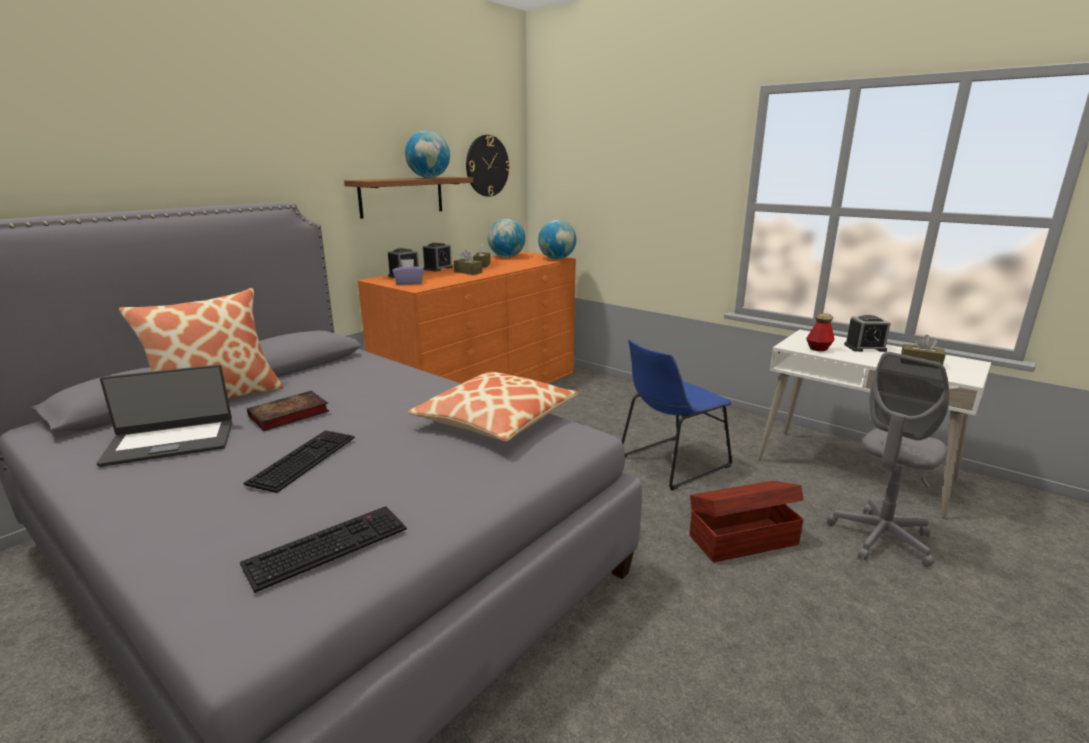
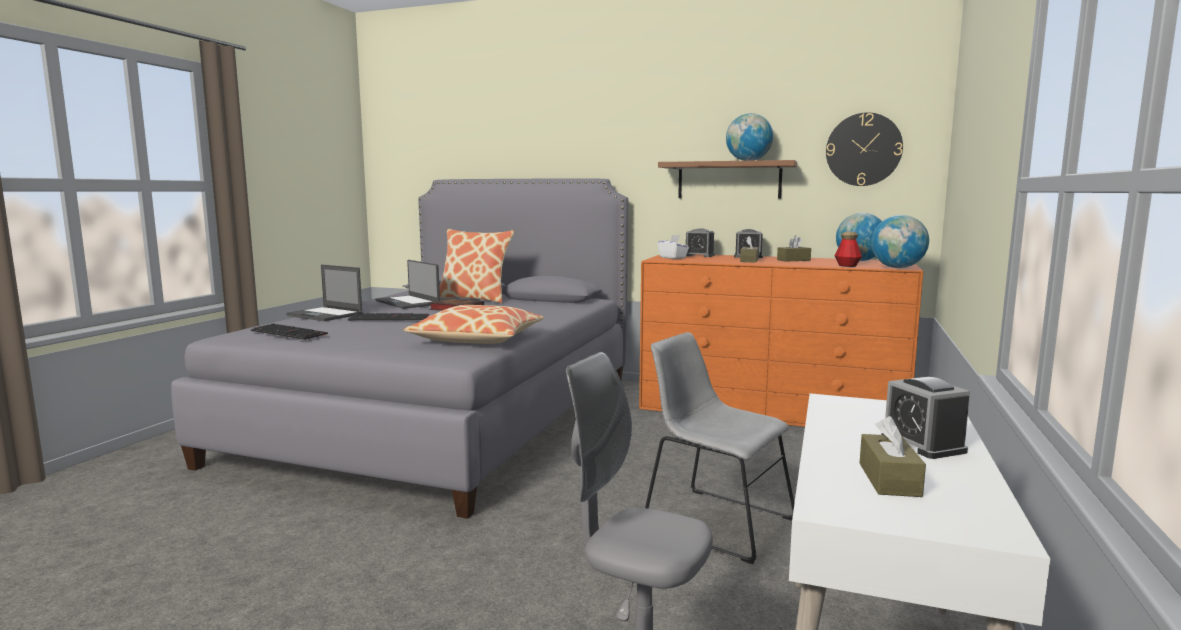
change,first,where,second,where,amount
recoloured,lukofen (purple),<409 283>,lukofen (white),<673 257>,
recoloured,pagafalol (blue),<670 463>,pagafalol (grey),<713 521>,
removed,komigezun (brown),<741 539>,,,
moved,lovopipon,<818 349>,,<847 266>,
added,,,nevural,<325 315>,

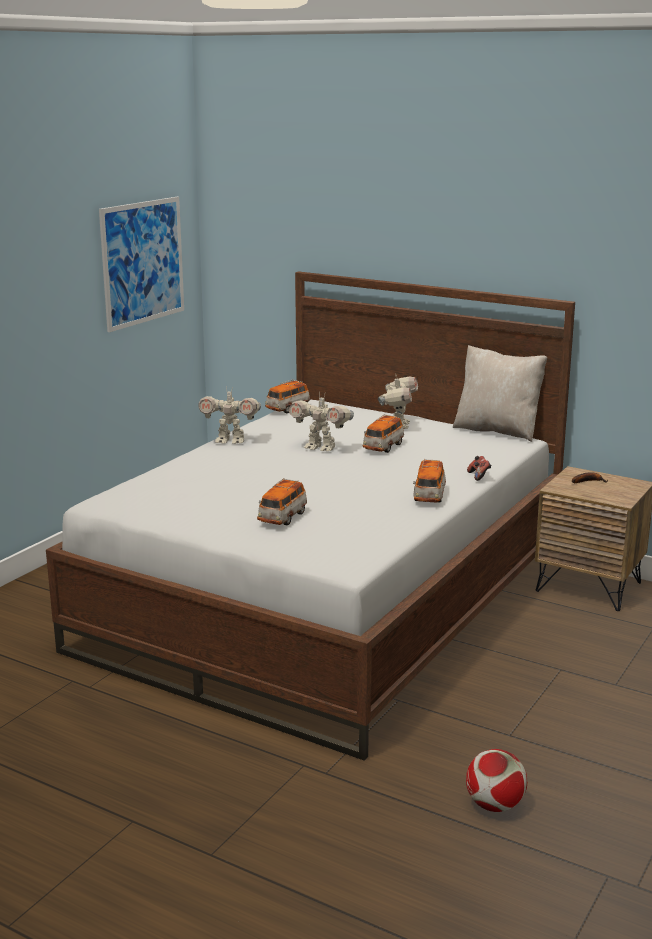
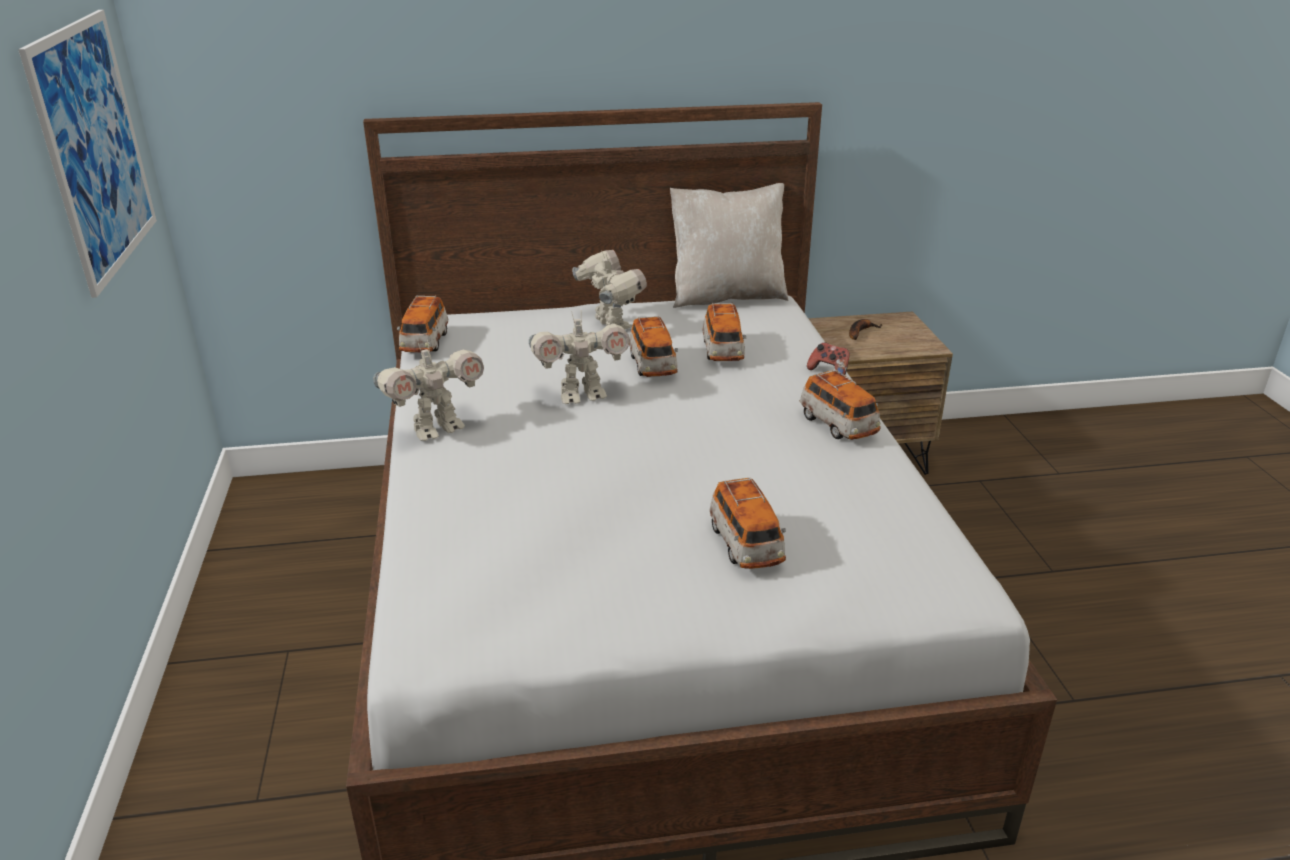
change,first,where,second,where,amount
removed,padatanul,<494 805>,,,
added,,,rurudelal,<722 351>,

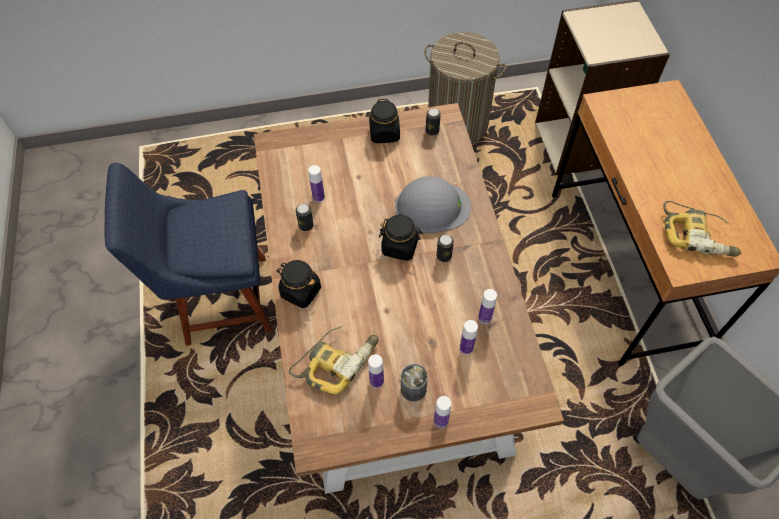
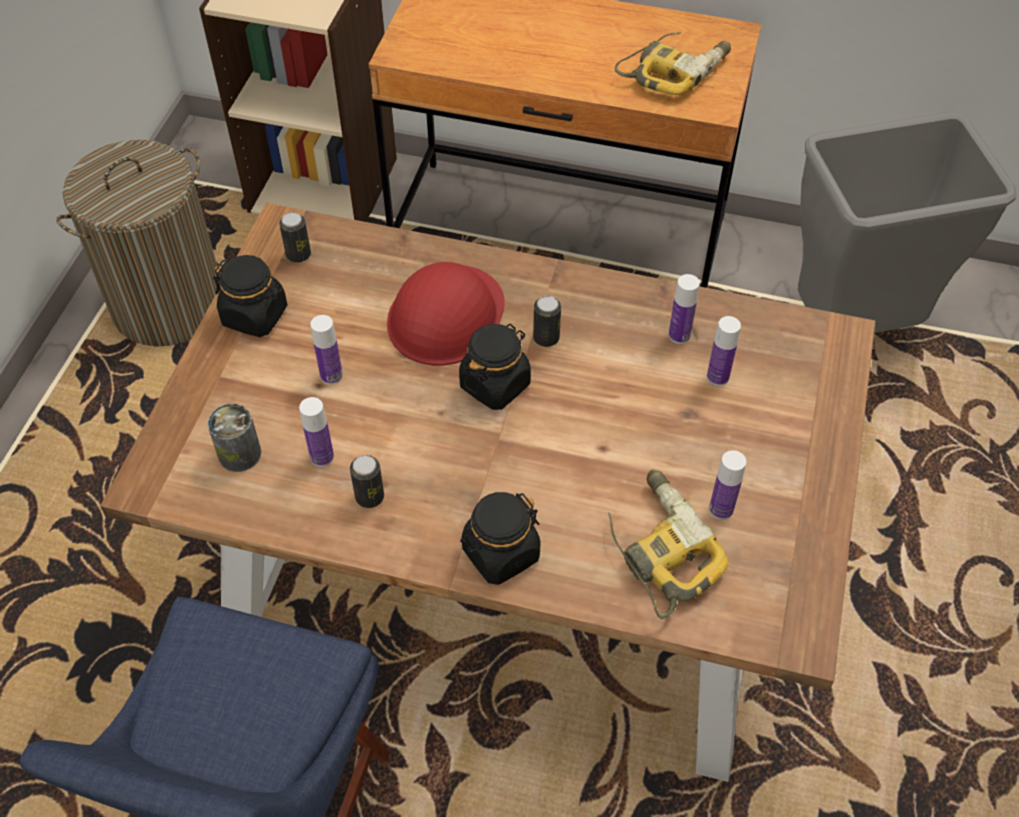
change,first,where,second,where,amount
recoloured,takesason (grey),<432 206>,takesason (red),<445 315>,
moved,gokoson,<413 389>,,<240 454>,
moved,lovopipon,<441 421>,,<331 375>,

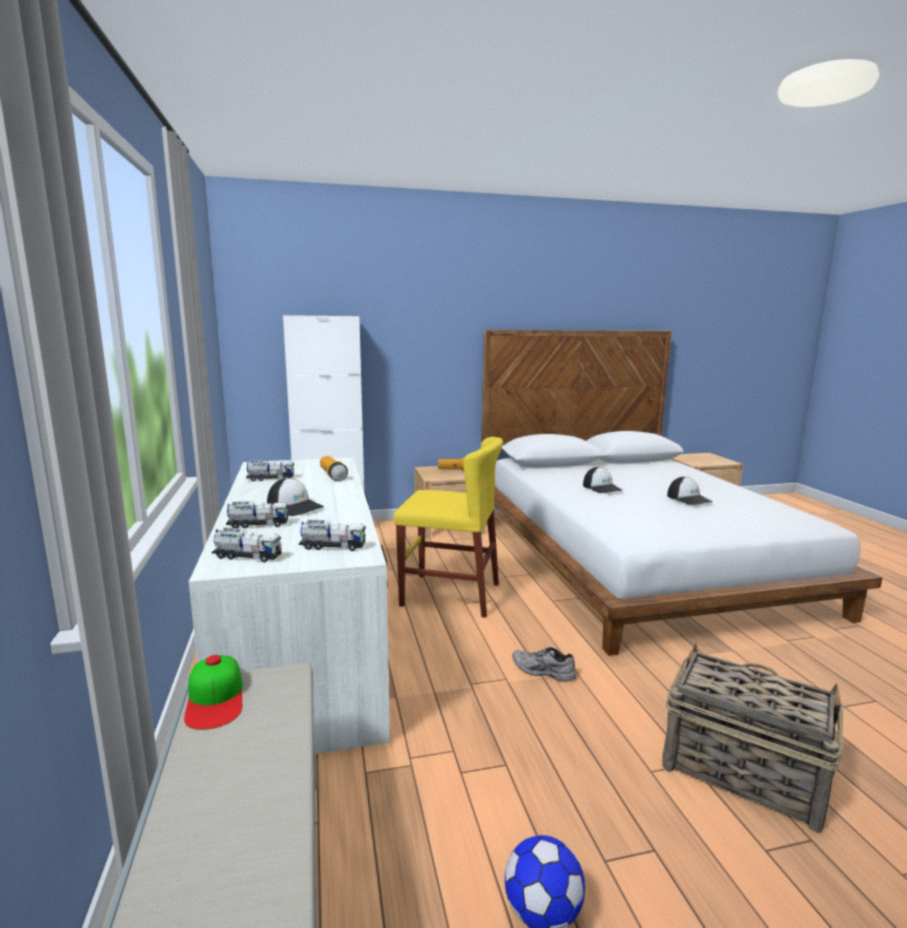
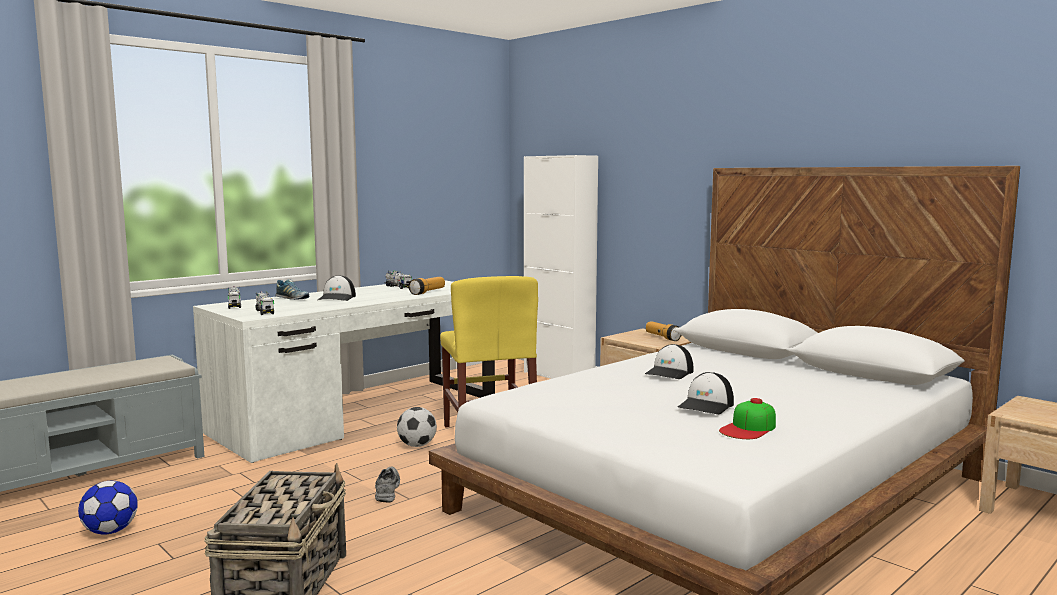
change,first,where,second,where,amount
moved,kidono,<215 698>,,<748 428>,
replaced,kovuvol,<258 525>,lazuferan,<292 299>,
added,,,padatanul,<417 445>,

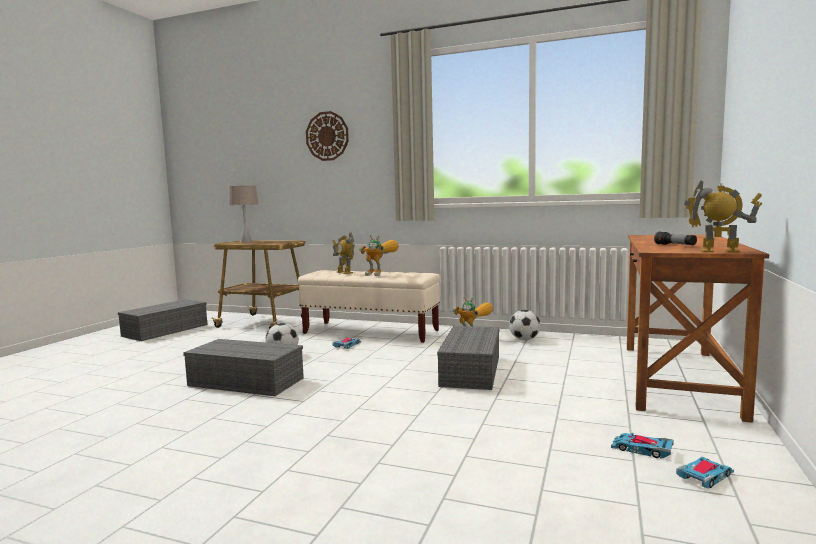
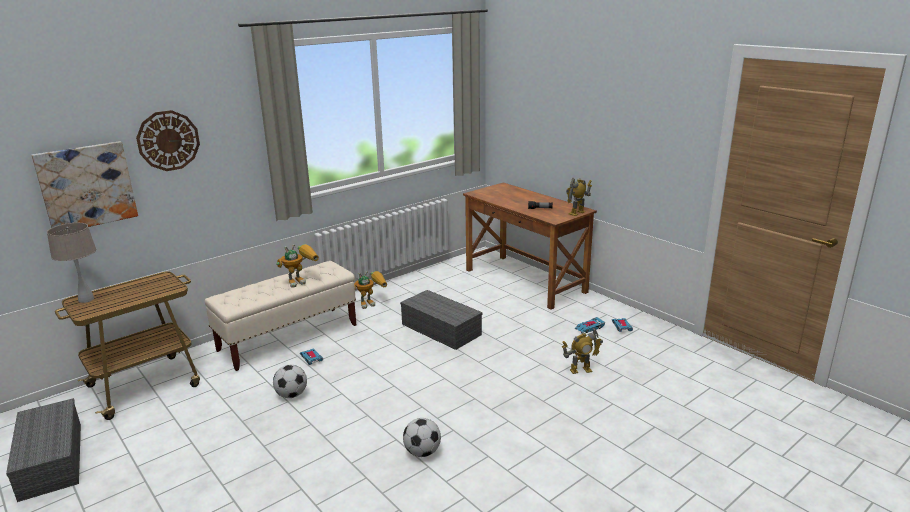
change,first,where,second,where,amount
removed,komigezun (grey),<244 382>,,,
moved,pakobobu,<344 272>,,<580 370>,
moved,padatanul,<524 339>,,<422 452>,
added,,,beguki,<86 186>,

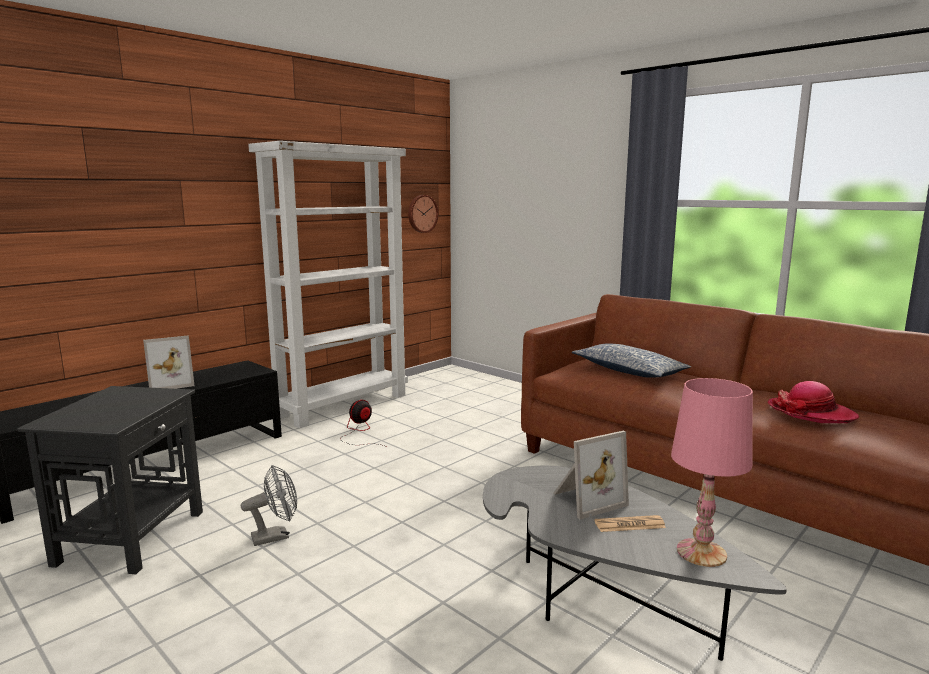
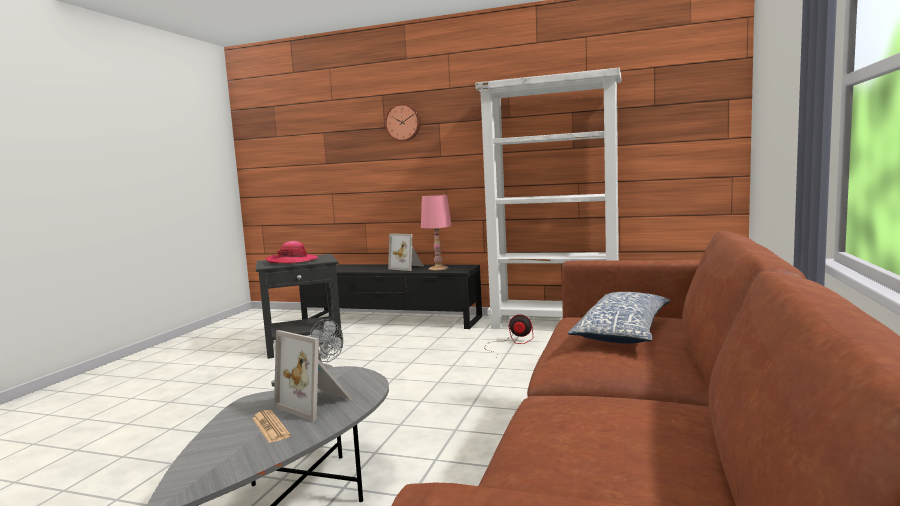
change,first,where,second,where,amount
moved,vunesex,<422 213>,,<403 122>,
moved,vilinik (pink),<701 552>,,<438 268>,
moved,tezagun,<811 413>,,<292 261>,

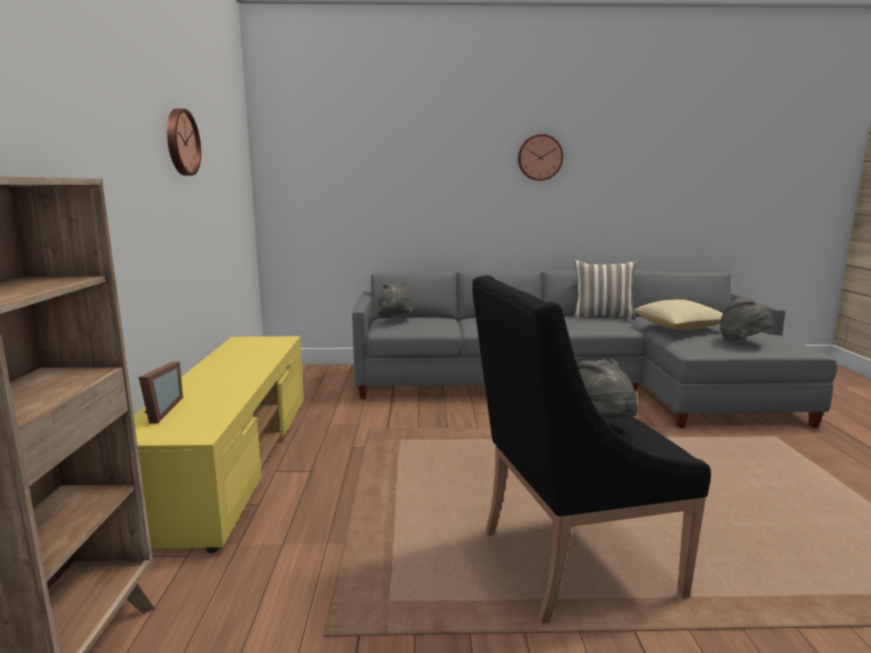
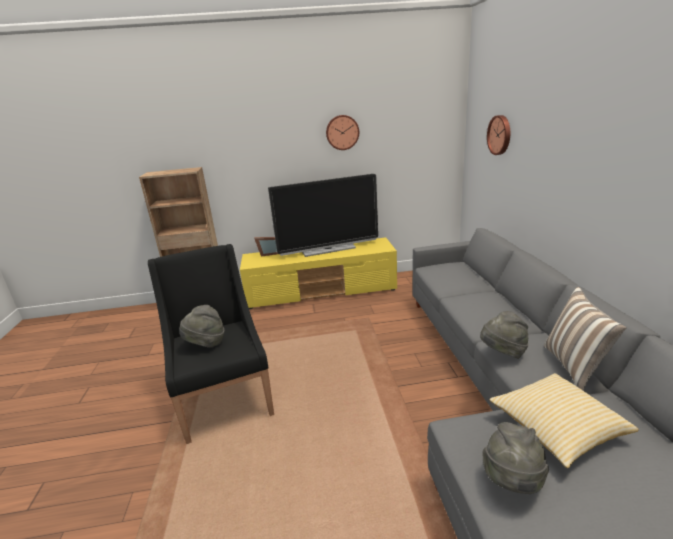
change,first,where,second,where,amount
moved,tezagun (grey),<395 320>,,<502 353>,
moved,vunesex,<539 157>,,<500 135>,
added,,,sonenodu,<328 249>,

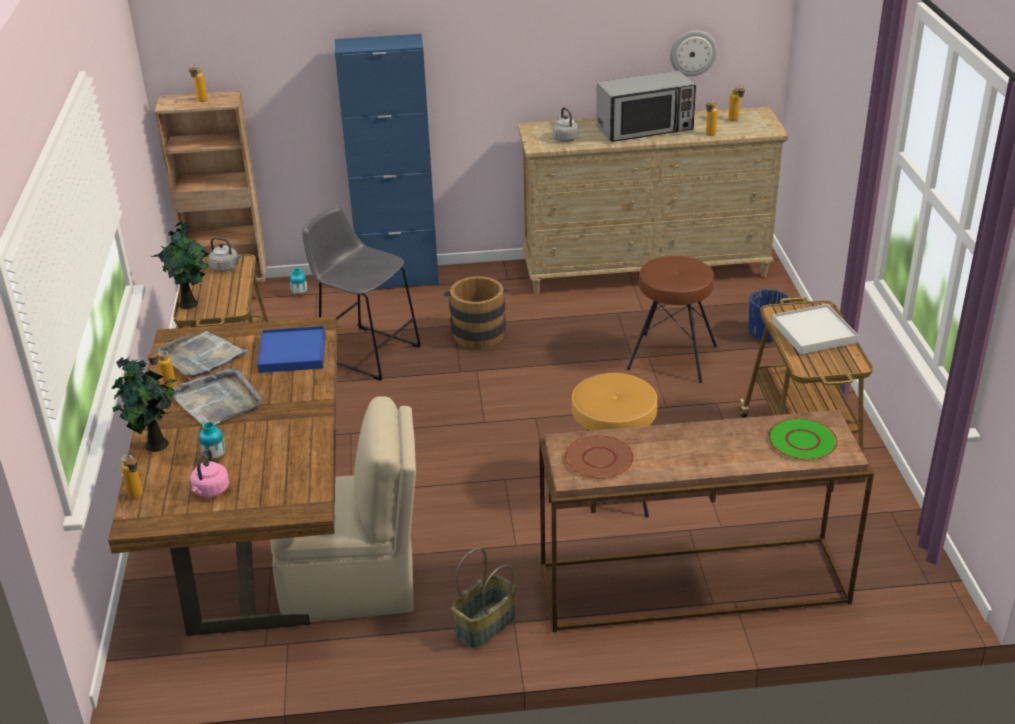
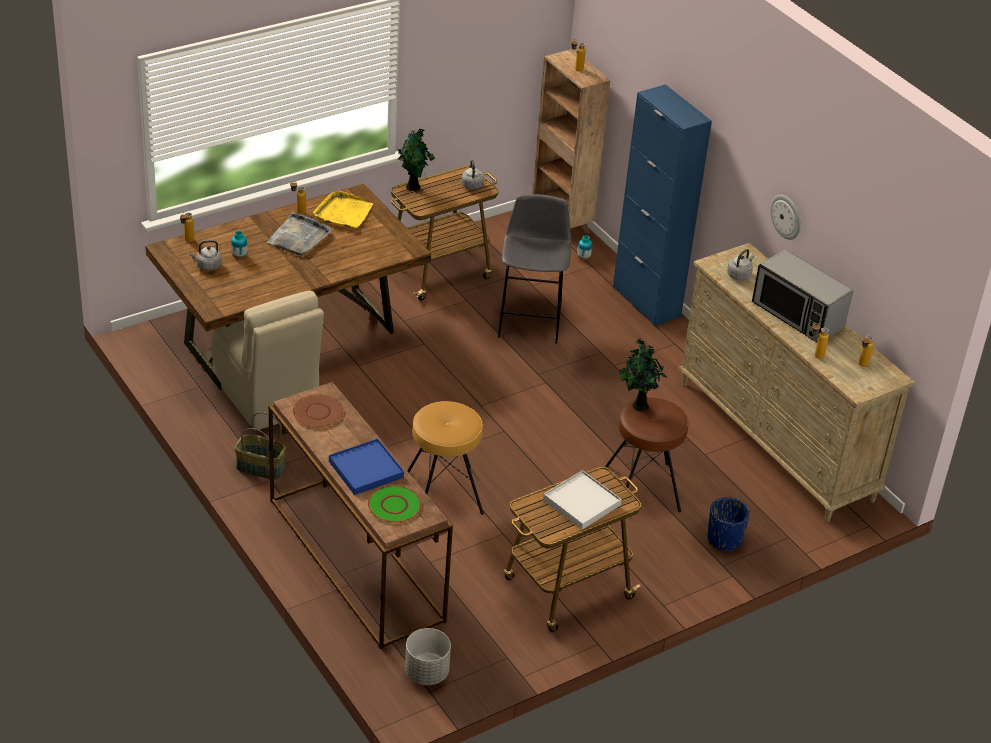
change,first,where,second,where,amount
moved,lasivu,<155 446>,,<638 405>,
recoloured,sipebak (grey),<201 357>,sipebak (yellow),<343 213>,
recoloured,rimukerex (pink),<210 491>,rimukerex (grey),<207 266>,
moved,sipebak (blue),<293 353>,,<366 469>,
removed,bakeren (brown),<478 332>,,,
moved,vunesex,<693 52>,,<786 216>,
added,,,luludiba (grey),<426 673>,

